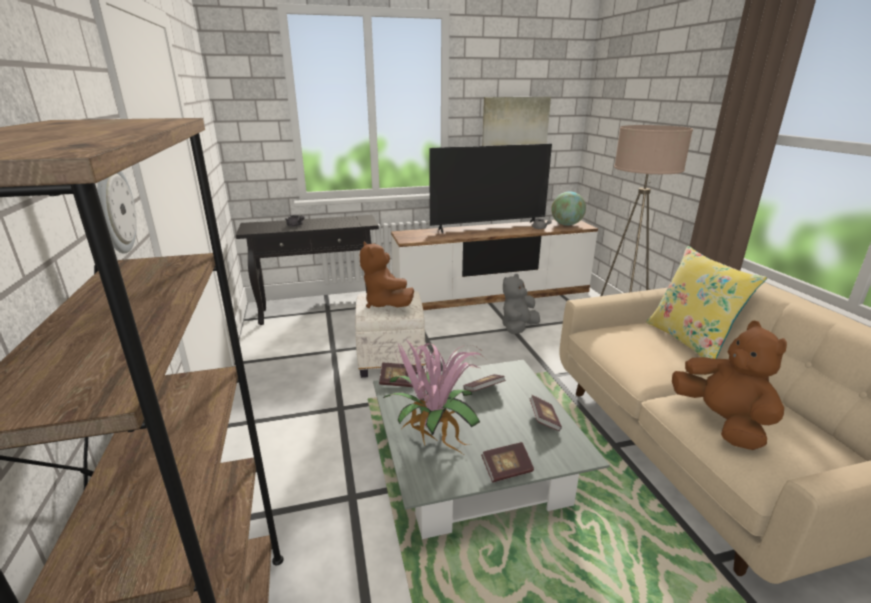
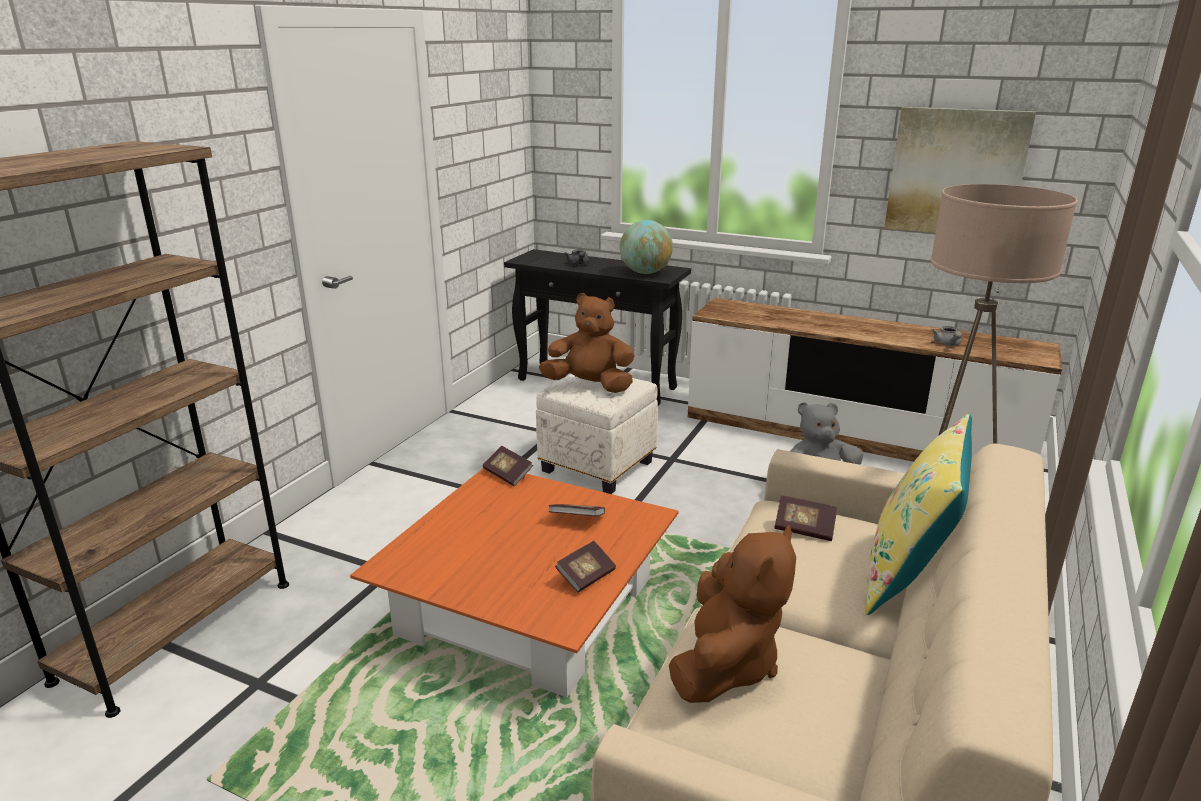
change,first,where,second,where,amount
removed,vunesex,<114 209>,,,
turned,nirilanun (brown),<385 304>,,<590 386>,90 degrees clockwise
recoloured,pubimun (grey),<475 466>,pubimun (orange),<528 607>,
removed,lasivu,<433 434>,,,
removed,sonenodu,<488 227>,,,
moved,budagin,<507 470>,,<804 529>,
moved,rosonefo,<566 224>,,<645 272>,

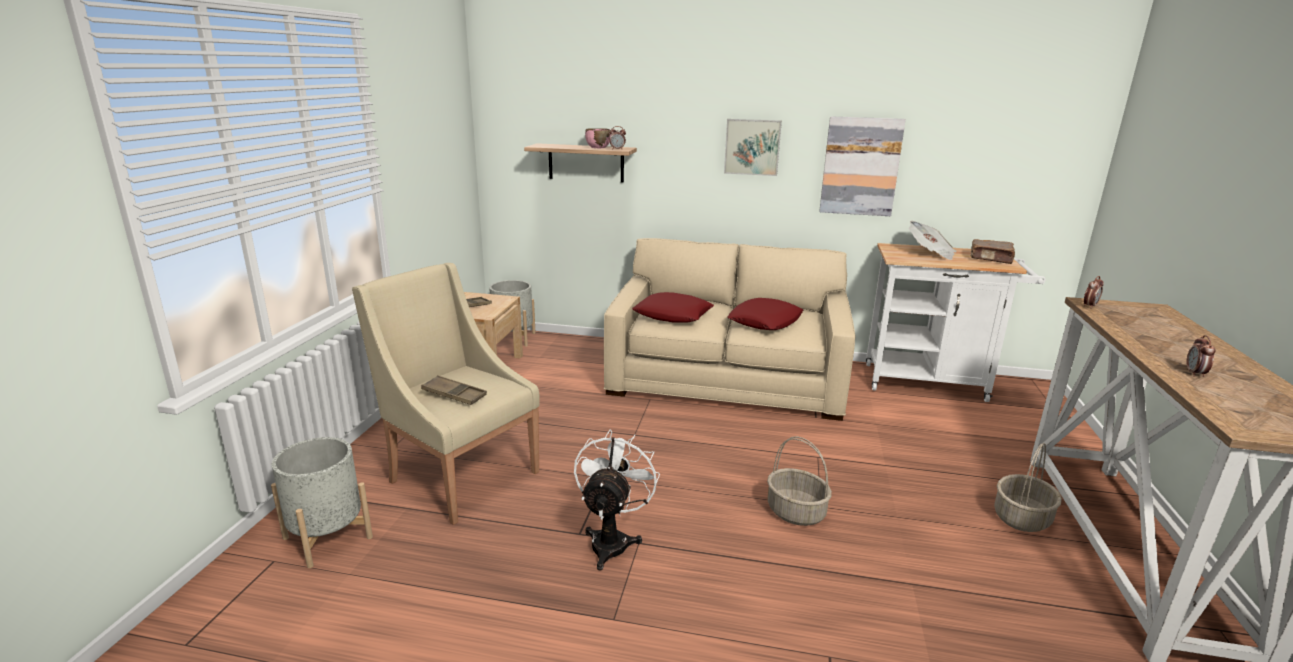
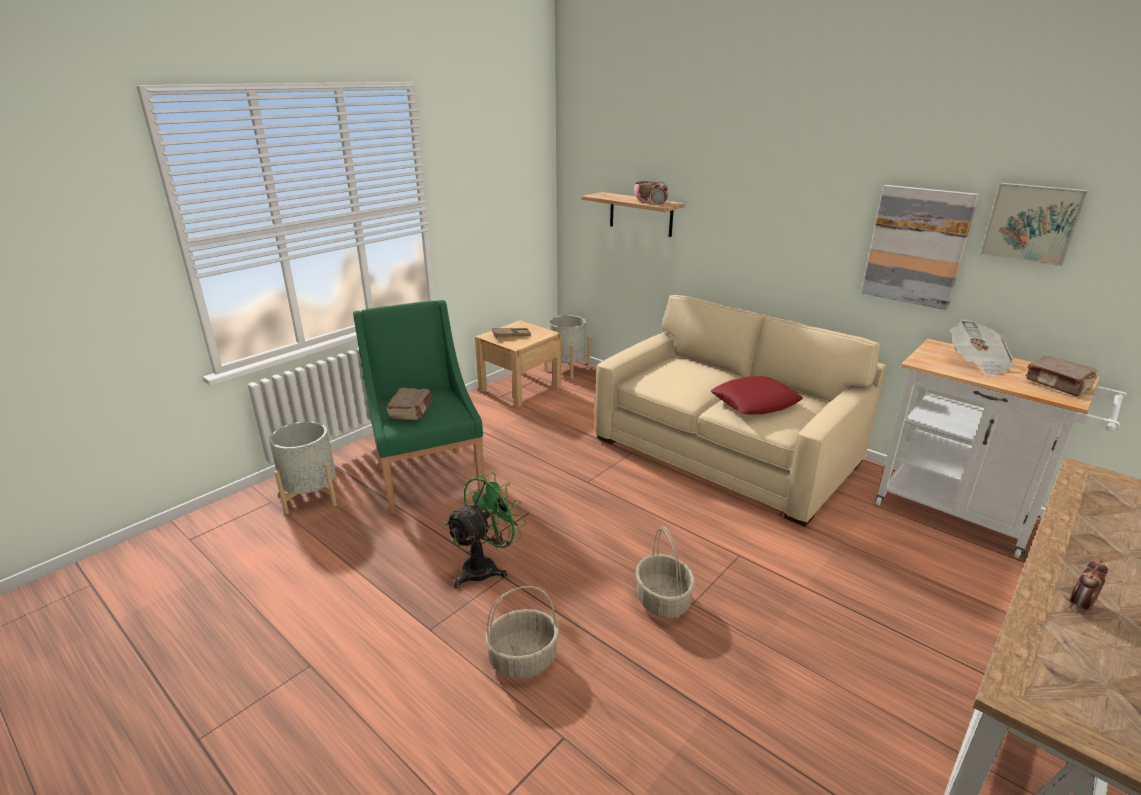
change,first,where,second,where,amount
recoloured,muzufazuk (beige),<460 476>,muzufazuk (green),<427 477>,
replaced,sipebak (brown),<454 394>,budagin (brown),<411 411>,
recoloured,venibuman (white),<612 540>,venibuman (green),<486 567>,
removed,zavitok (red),<673 315>,,,
moved,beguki,<752 147>,,<1031 223>,
moved,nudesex,<1022 519>,,<523 659>,
removed,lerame,<1089 306>,,,

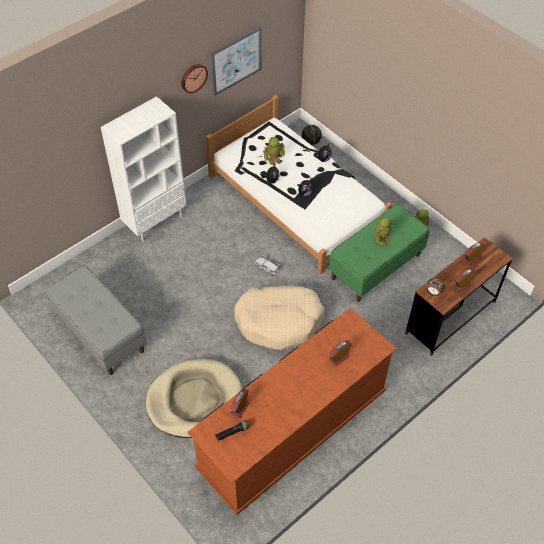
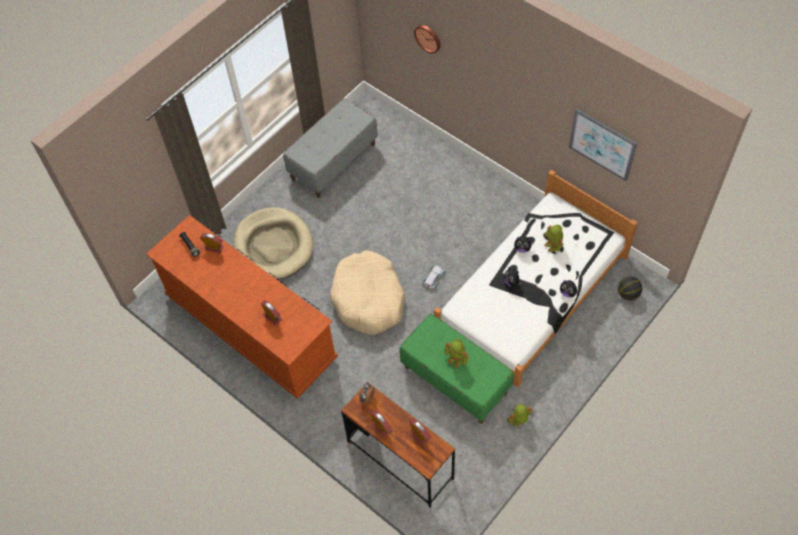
change,first,where,second,where,amount
removed,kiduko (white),<155 221>,,,
moved,vunesex,<193 77>,,<428 38>,

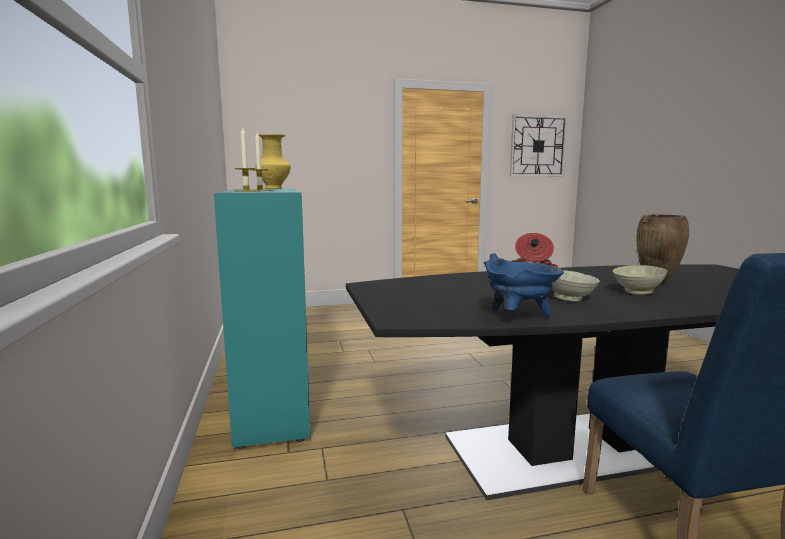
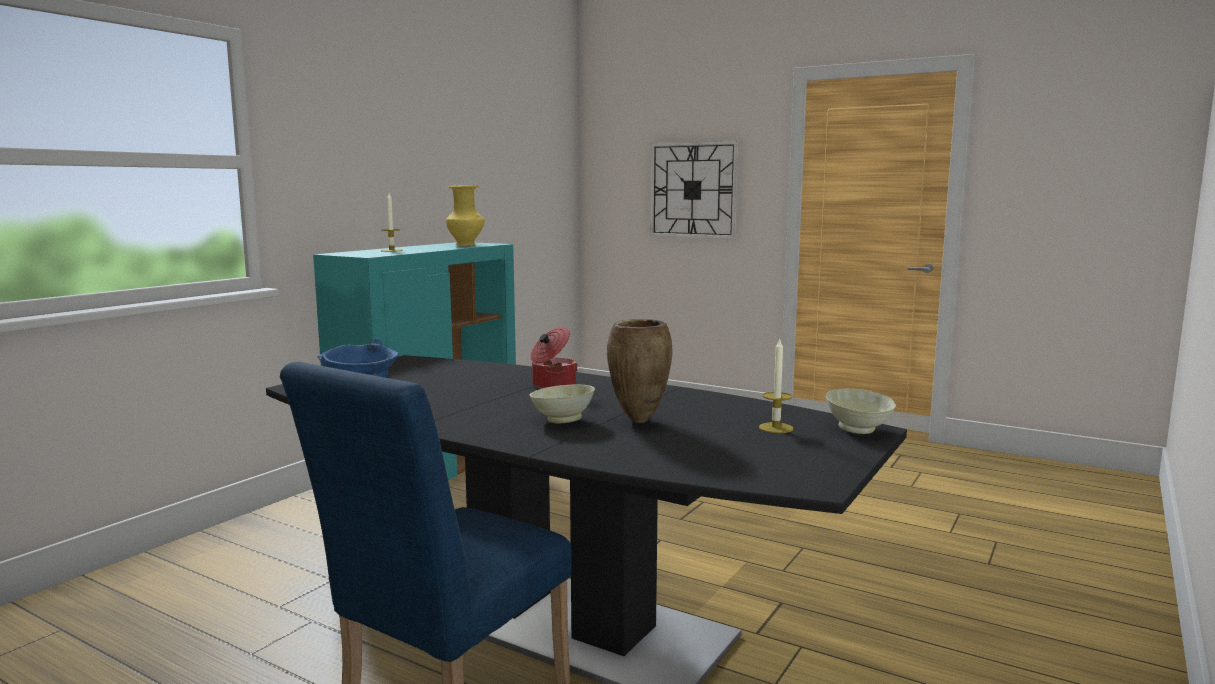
change,first,where,second,where,amount
moved,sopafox,<246 191>,,<776 428>,
moved,vunesex,<537 146>,,<693 190>,
moved,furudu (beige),<570 299>,,<857 430>,

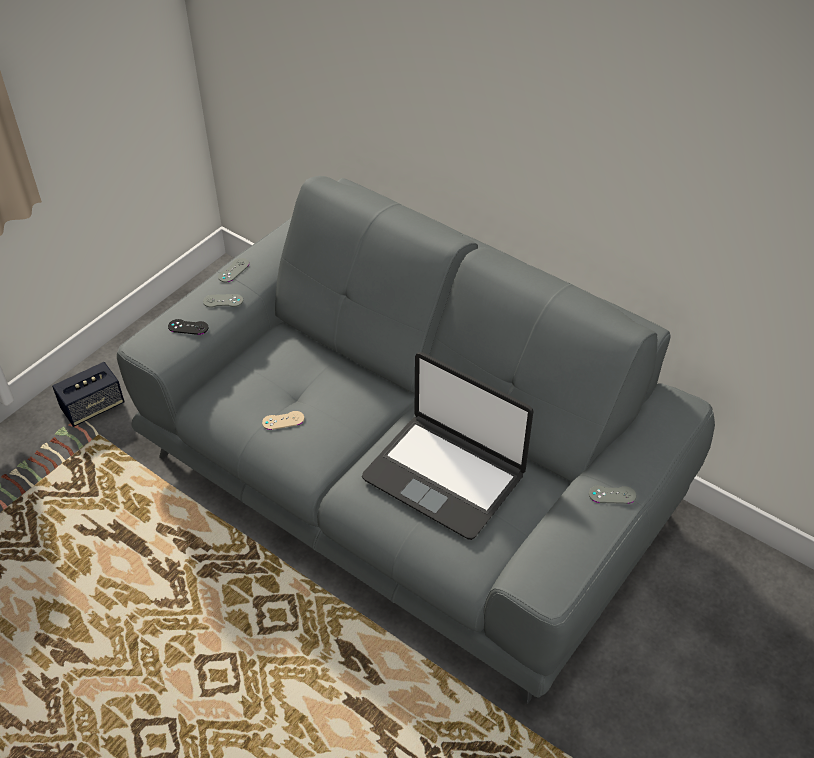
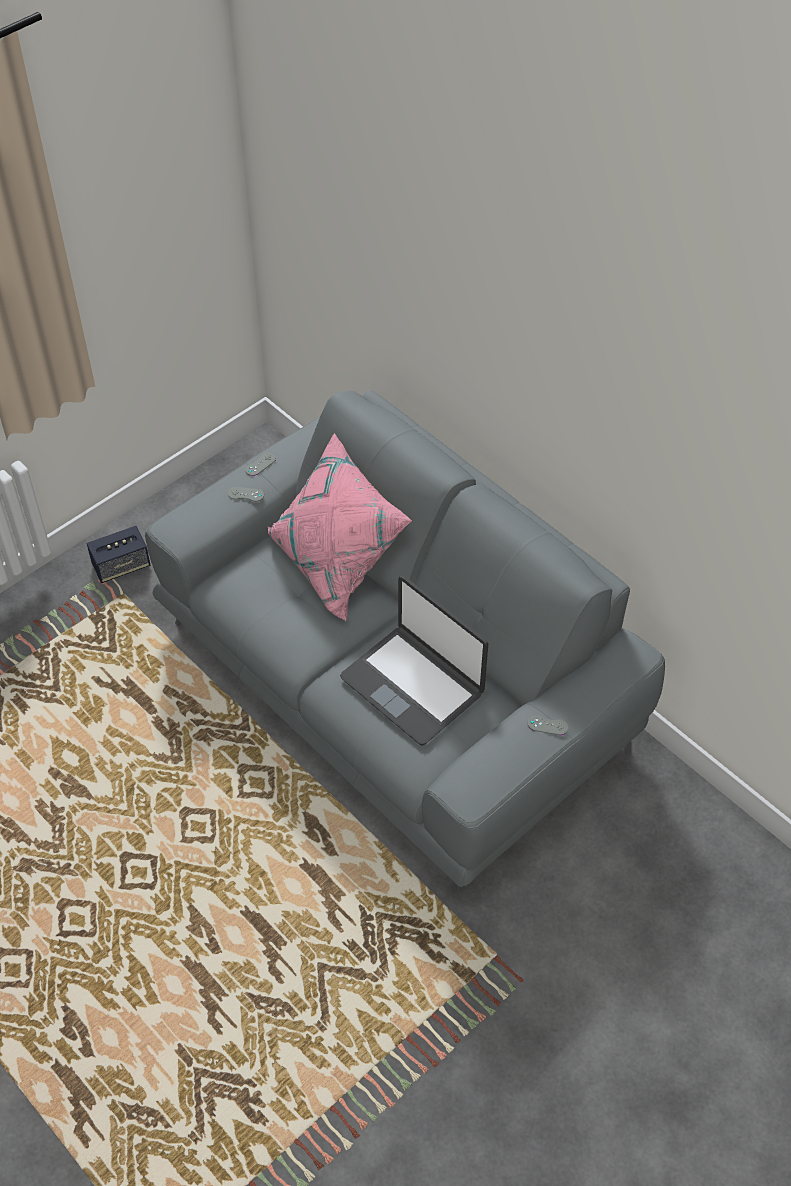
change,first,where,second,where,amount
removed,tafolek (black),<188 327>,,,
removed,tafolek (beige),<283 420>,,,
added,,,zavitok (pink),<337 562>,

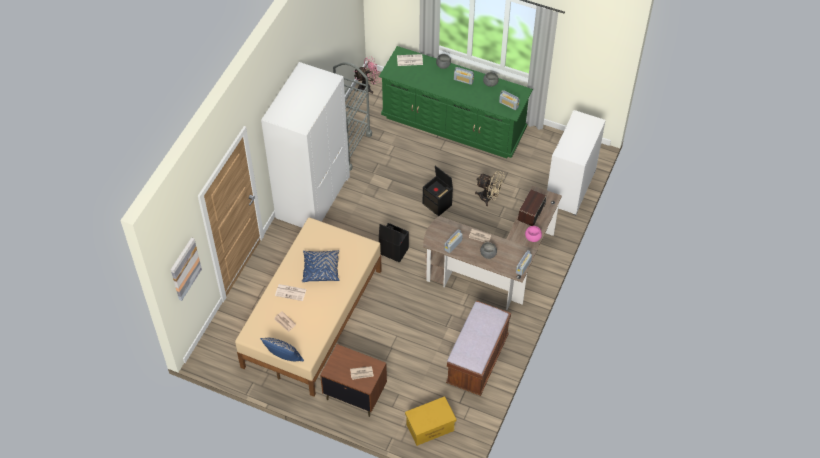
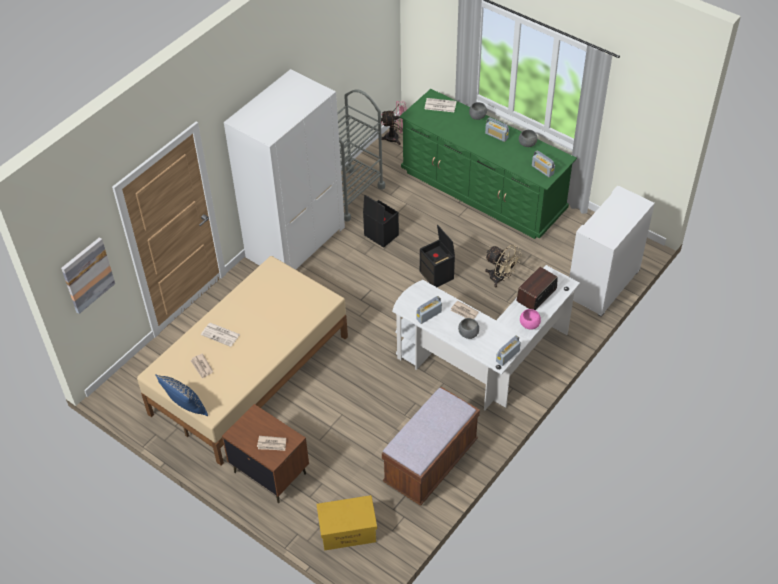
change,first,where,second,where,amount
removed,zavitok (blue),<321 269>,,,
moved,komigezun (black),<393 251>,,<380 235>,
recoloured,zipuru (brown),<495 270>,zipuru (white),<483 361>,

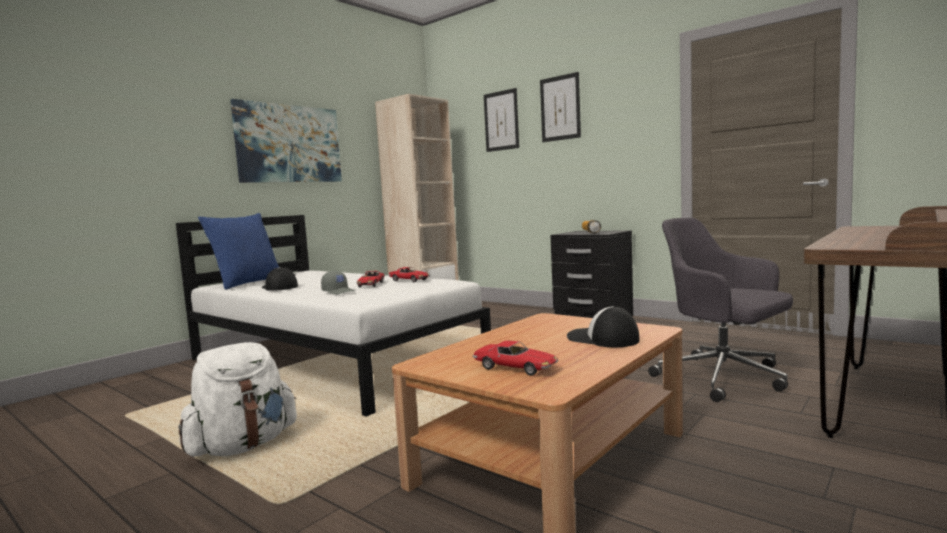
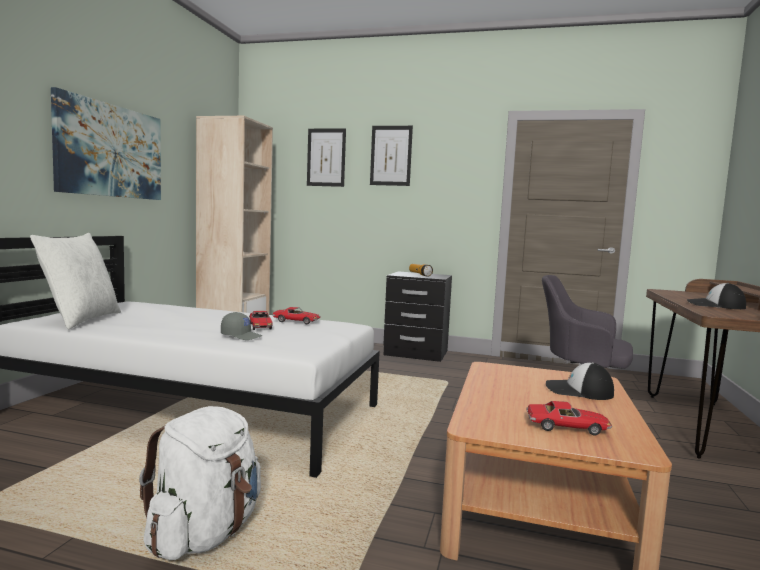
change,first,where,second,where,amount
recoloured,zavitok (blue),<247 283>,zavitok (white),<80 320>,
moved,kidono,<279 287>,,<715 305>,

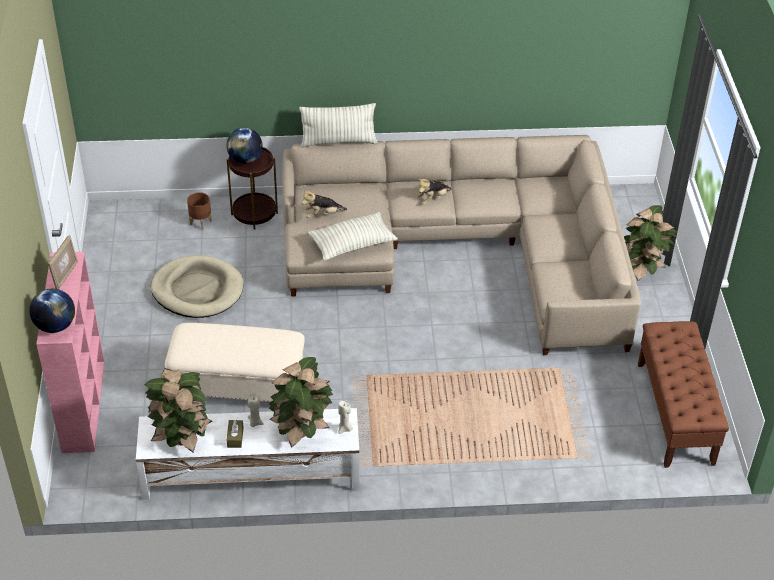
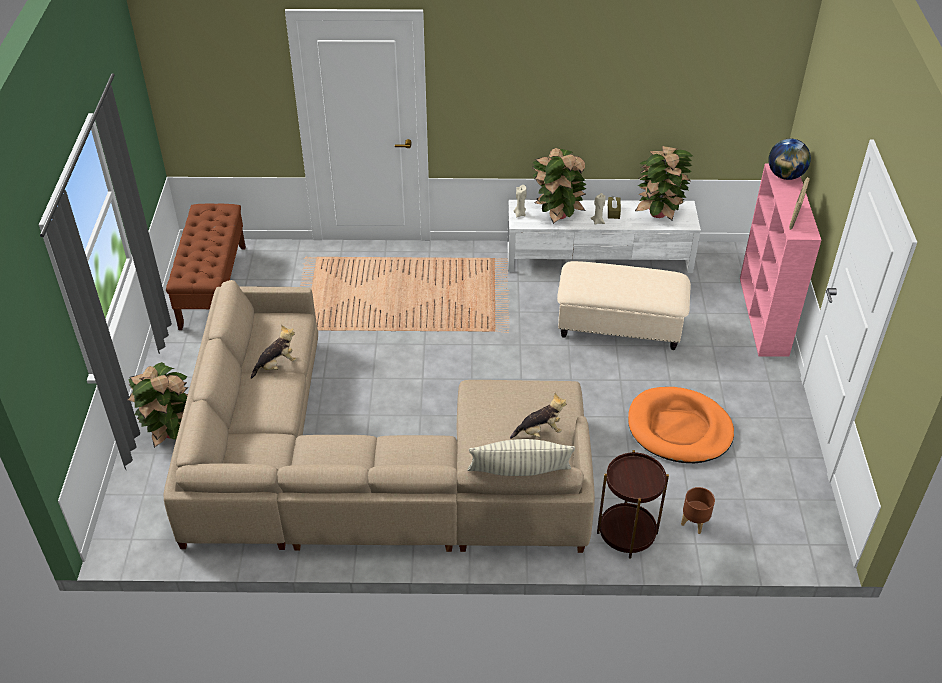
change,first,where,second,where,amount
recoloured,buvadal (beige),<197 290>,buvadal (orange),<679 429>,
removed,rosonefo,<245 160>,,,
removed,zavitok,<352 244>,,,
moved,nirilanun,<432 199>,,<276 365>,

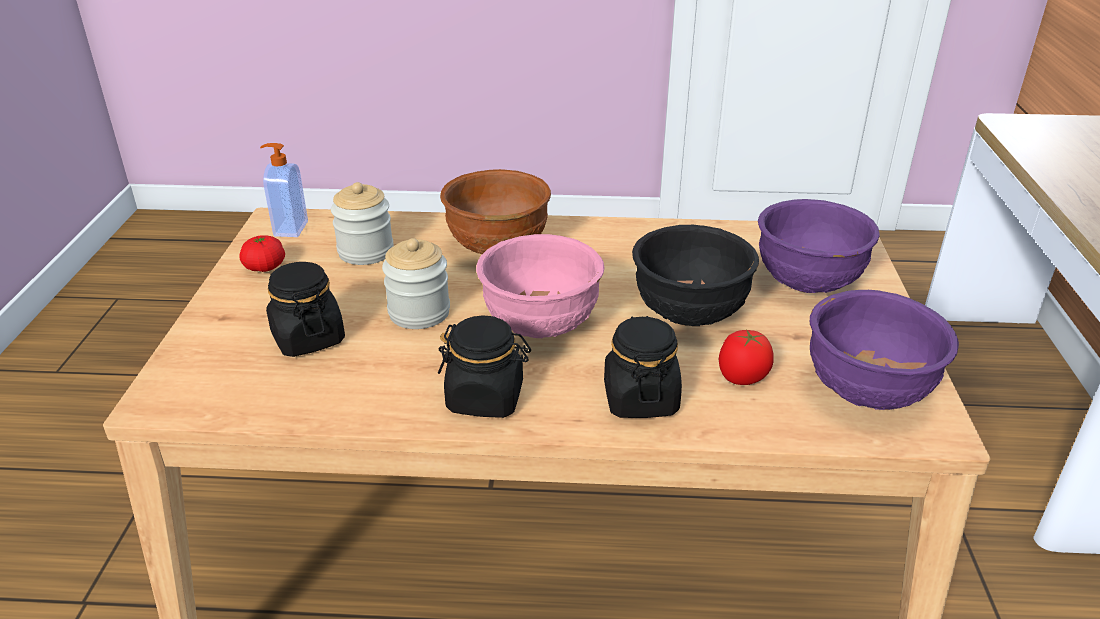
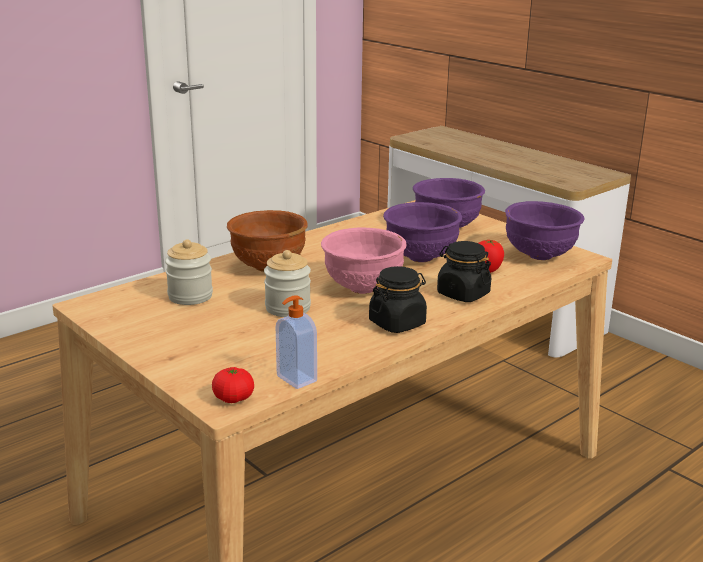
change,first,where,second,where,amount
moved,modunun,<265 267>,,<233 398>,
moved,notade,<289 229>,,<295 379>,
removed,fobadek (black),<308 338>,,,
recoloured,furudu (black),<688 314>,furudu (purple),<420 257>,

